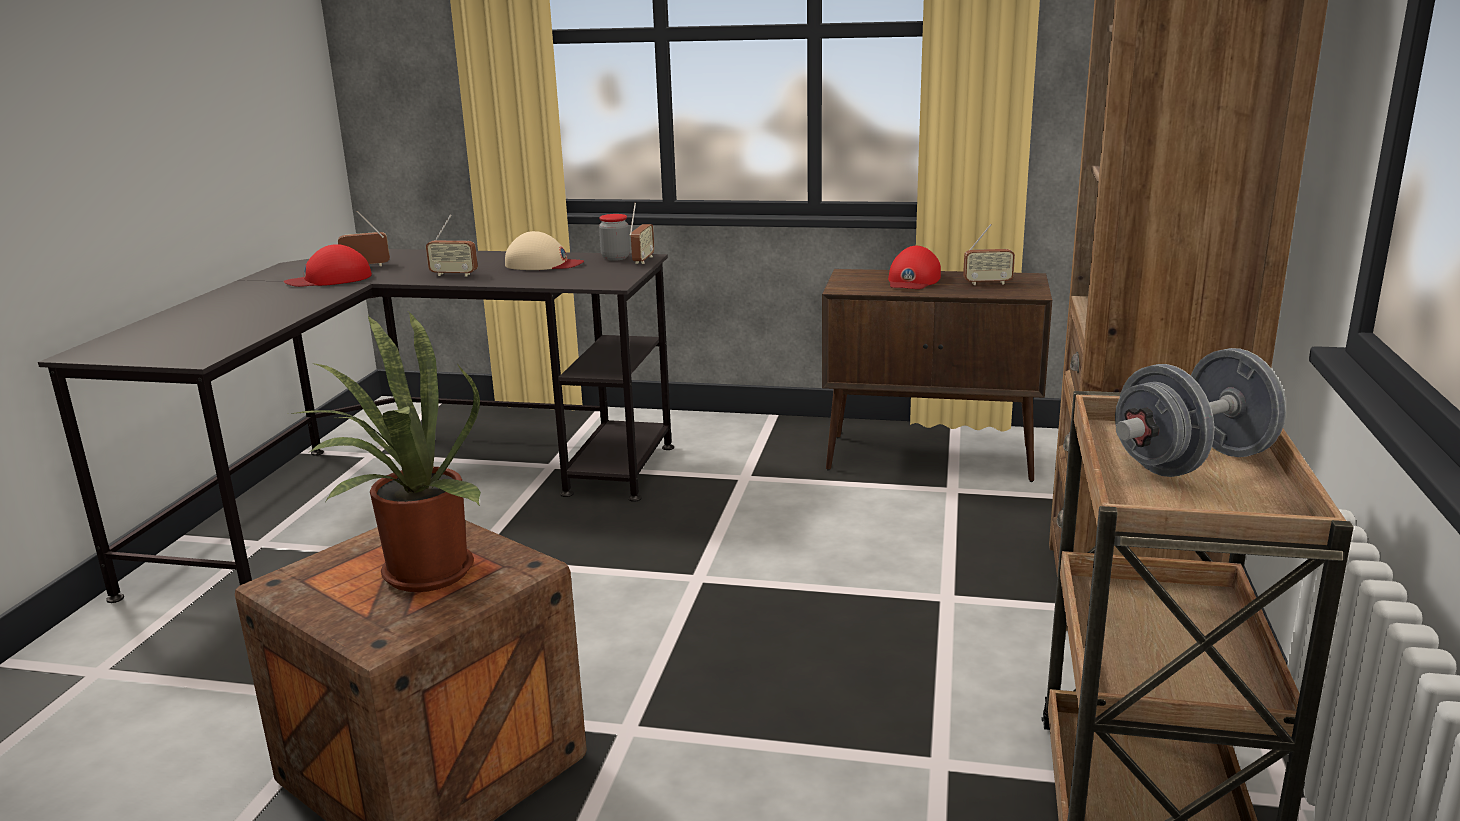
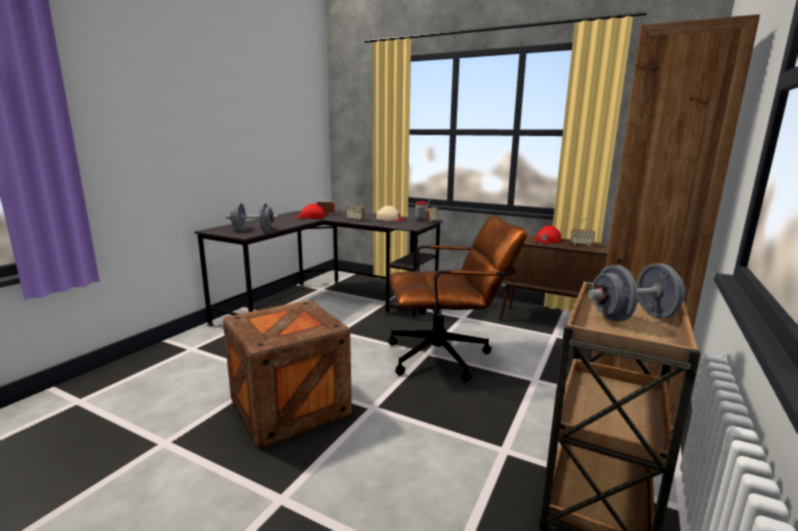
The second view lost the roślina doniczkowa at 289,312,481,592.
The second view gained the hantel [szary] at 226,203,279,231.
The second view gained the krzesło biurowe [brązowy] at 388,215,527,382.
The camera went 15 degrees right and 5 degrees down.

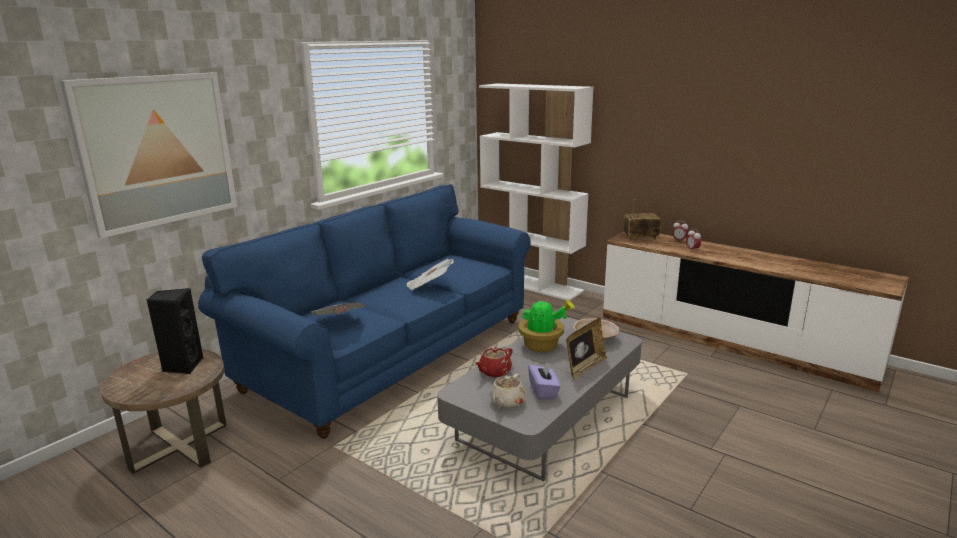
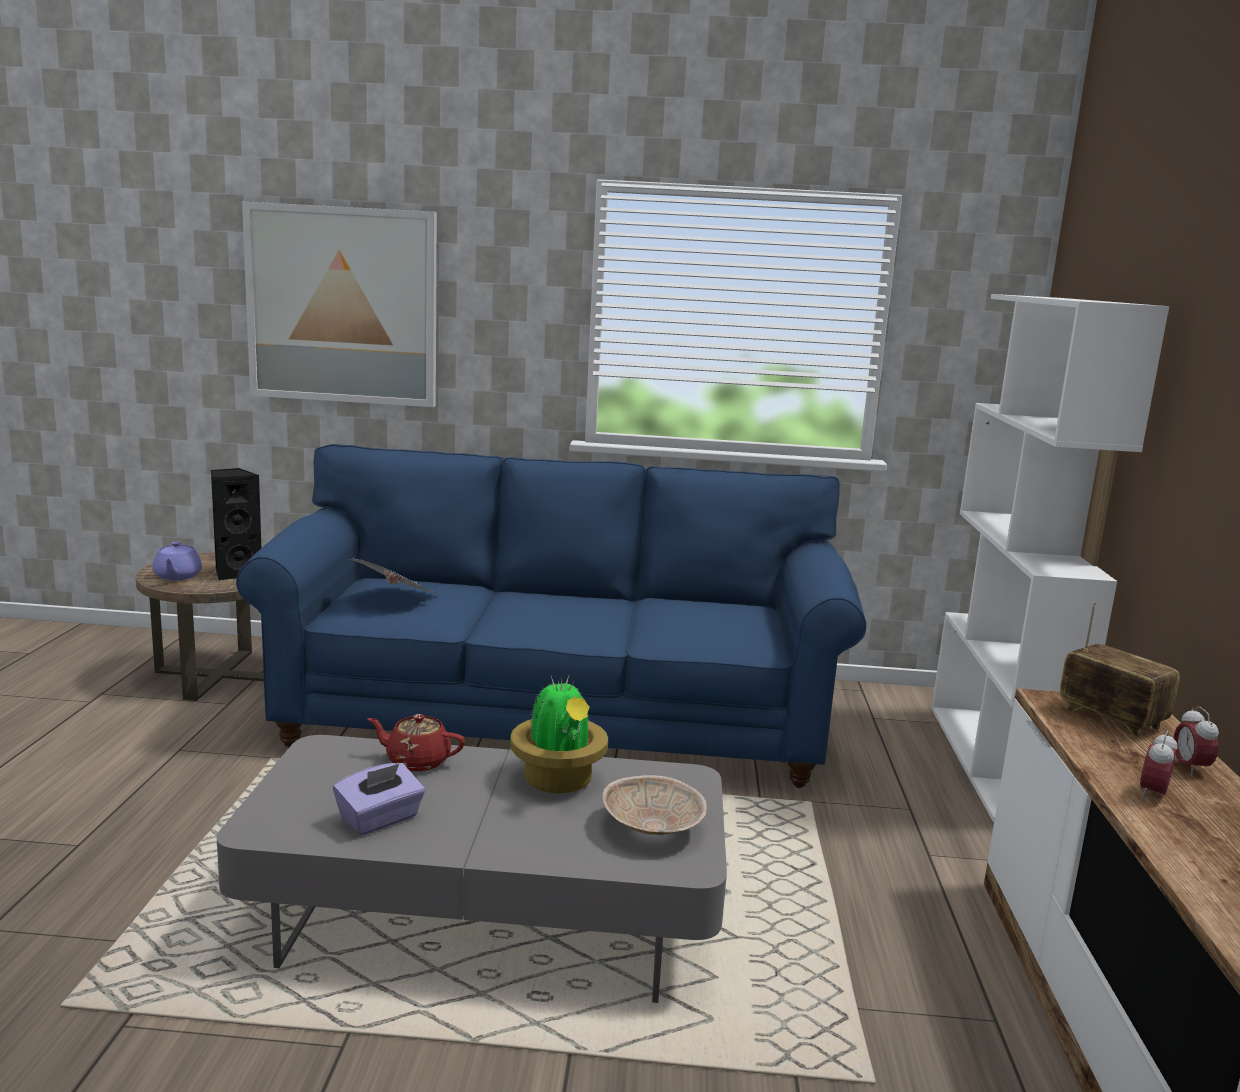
The second view lost the gazeta at 407,259,454,291.
The second view lost the imbryk [beżowy] at 490,374,526,408.
The second view lost the ramka na zdjęcie at 566,318,607,380.
The second view gained the imbryk [fioletowy] at 153,541,202,580.
The camera went 55 degrees right and 5 degrees down.

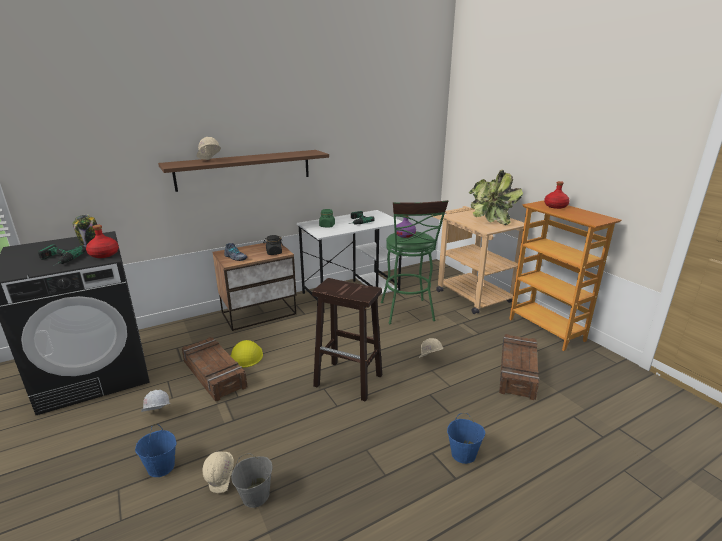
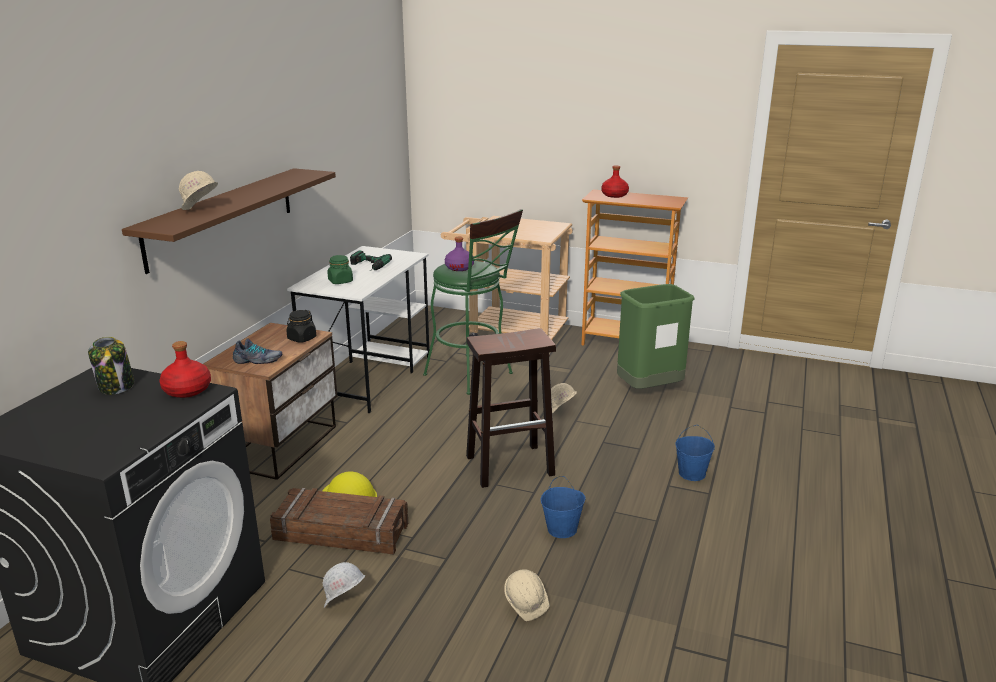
The second view lost the wiertarka at 38,245,86,266.
The second view lost the wiadro [szary] at 231,453,273,508.
The second view lost the roślina doniczkowa at 468,169,523,225.
The wiadro [niebieski] ended up elsewhere, having gone from 135,424,177,477 to 541,476,586,538.
Where the skrzynka stood at 499,334,539,400, the kosz na śmieci [zielony] came to stand at 617,284,695,389.
The camera went 40 degrees left and 0 degrees up.

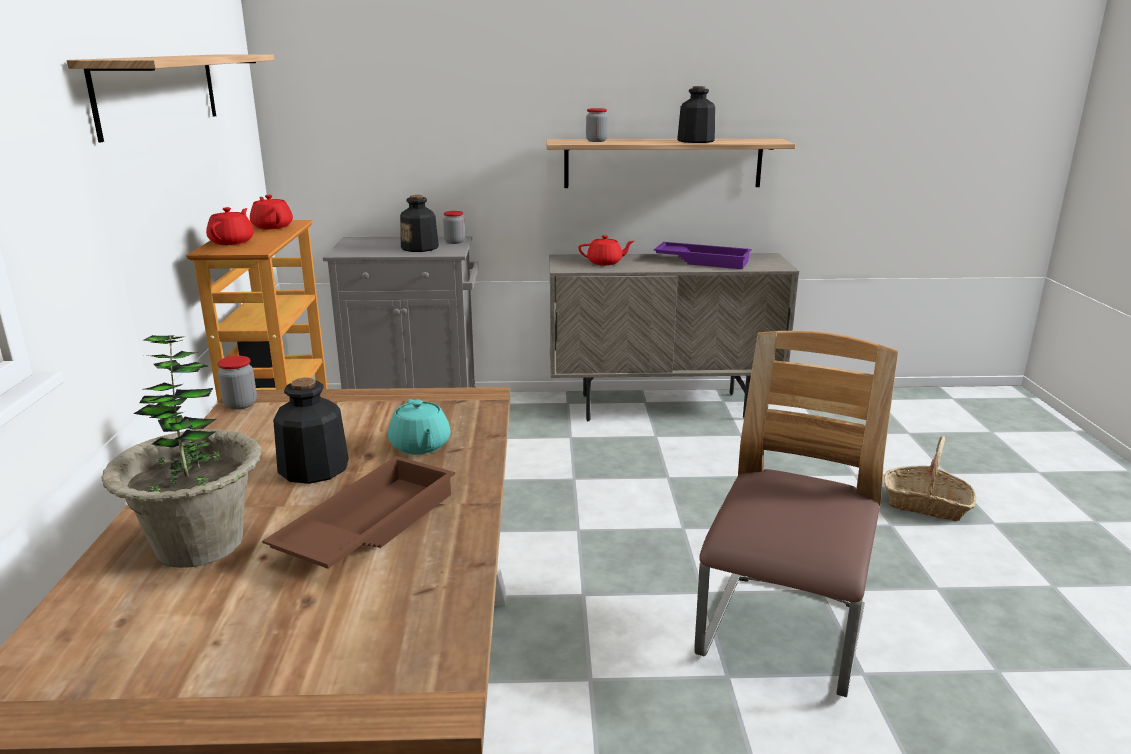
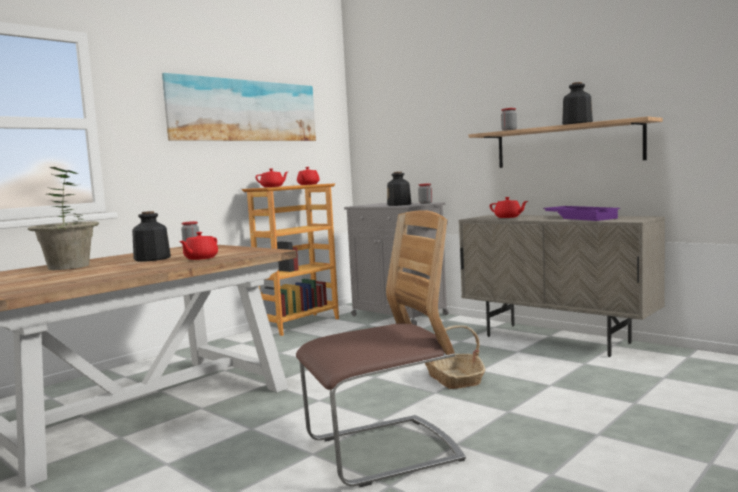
The second view lost the taca [brązowy] at 262,456,455,569.
The koszyk ended up elsewhere, having gone from 884,436,976,521 to 425,325,486,389.
Where the półka hung at 67,55,274,142, the obraz came to hang at 162,73,316,141.
What was the imbryk [turkusowy] at 388,399,451,455 turned into the imbryk [czerwony] at 179,232,218,260.
The camera went 45 degrees right and 15 degrees down.

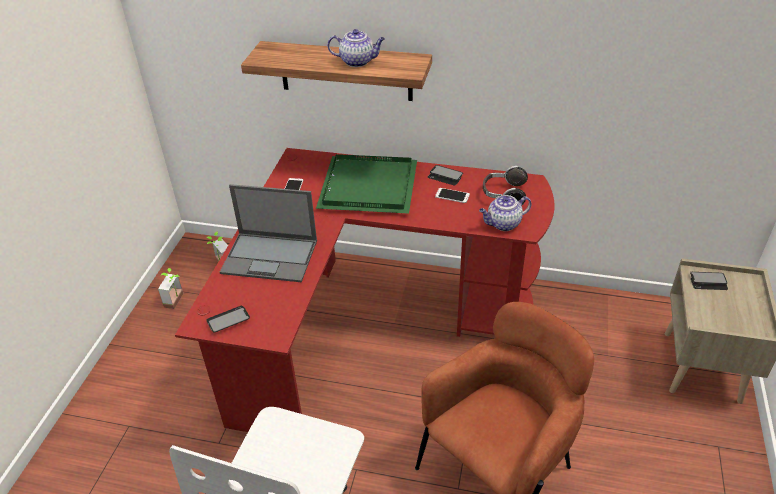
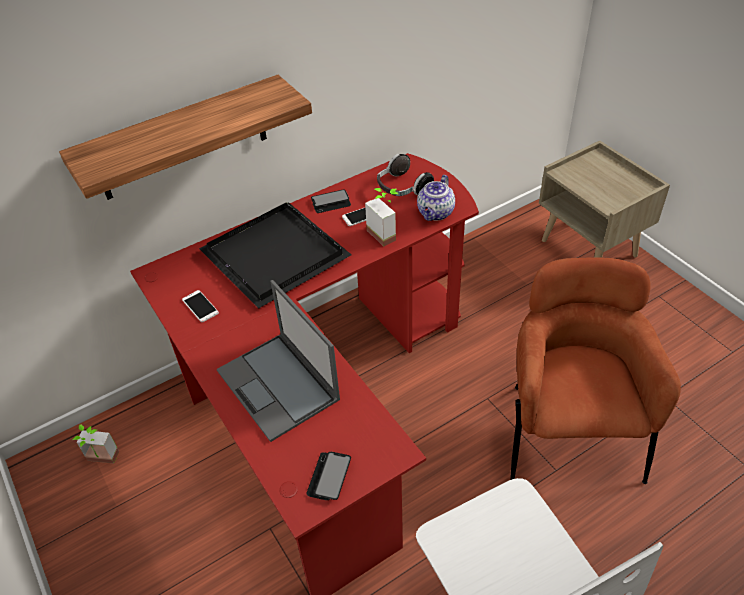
The second view lost the imbryk at 327,29,385,67.
The second view lost the telefon at 690,272,728,290.
The roślina doniczkowa ended up elsewhere, having gone from 158,268,183,309 to 365,188,398,246.
What was the taca [zielony] at 316,154,417,214 turned into the taca [czarny] at 199,202,352,309.
The laptop at 220,184,317,282 ended up facing another way, 90 degrees clockwise from before.
The camera went 45 degrees left and 5 degrees up.

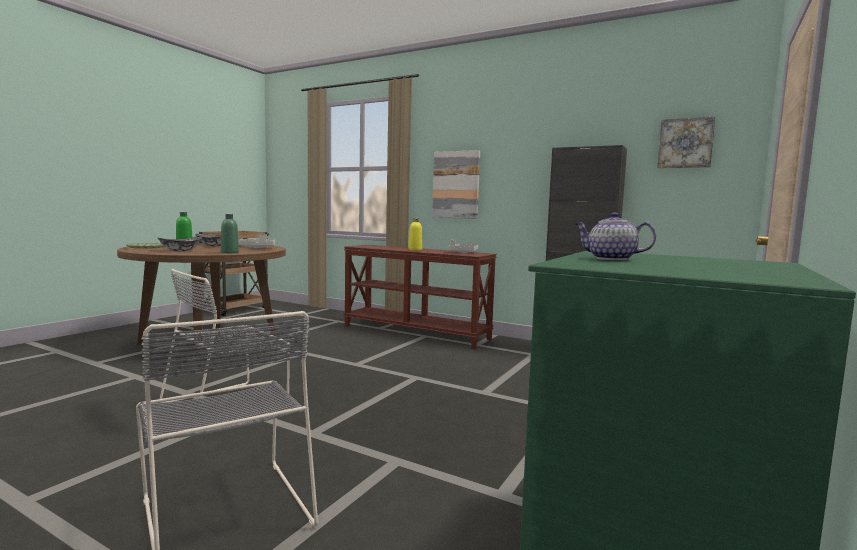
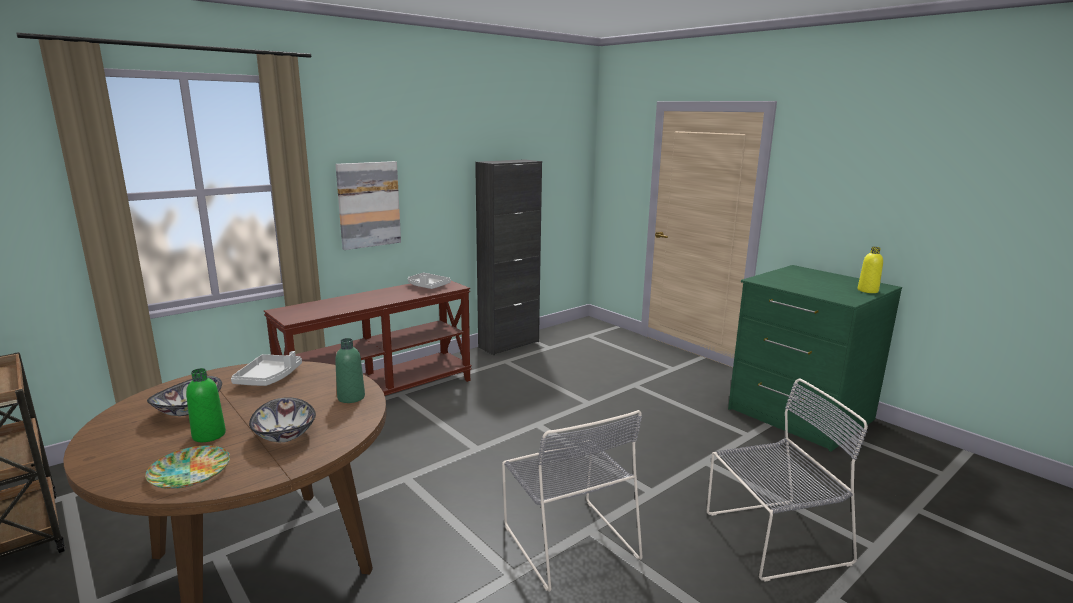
The second view lost the imbryk at 574,212,656,260.
The second view lost the obraz at 657,117,715,168.
The butelka [żółty] ended up elsewhere, having gone from 408,218,422,250 to 858,247,883,293.
The camera went 70 degrees left and 10 degrees up.

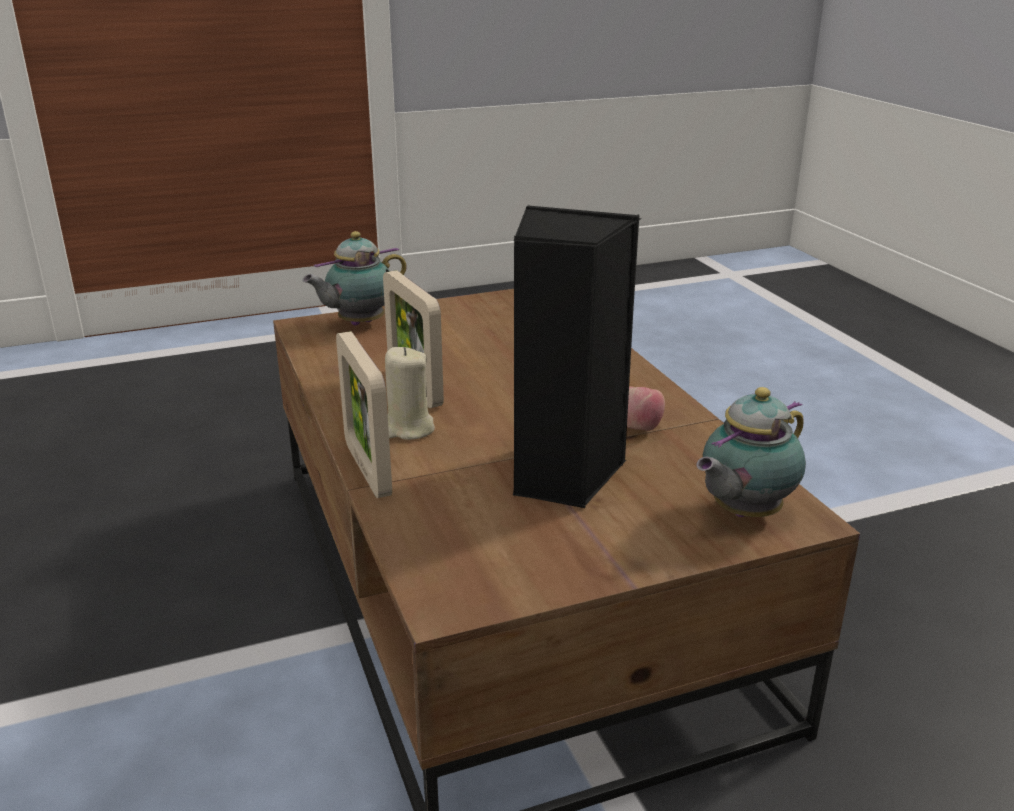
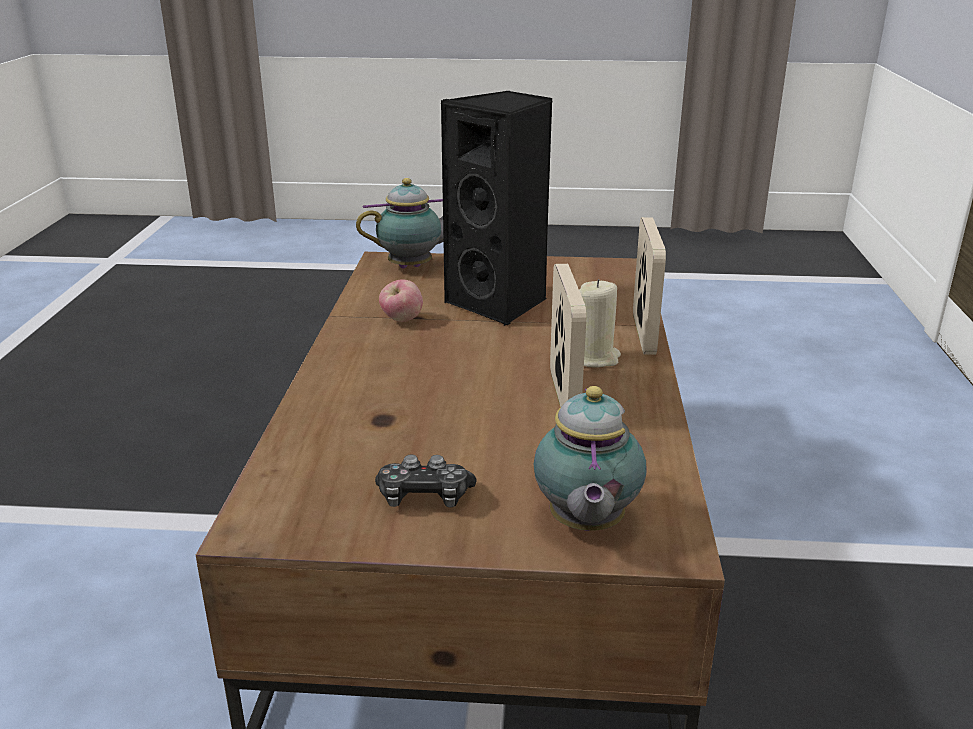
The second view gained the pad do gier at 375,454,477,508.
The imbryk at 302,231,407,326 ended up facing another way, 105 degrees clockwise from before.
The camera went 155 degrees left and 0 degrees up.

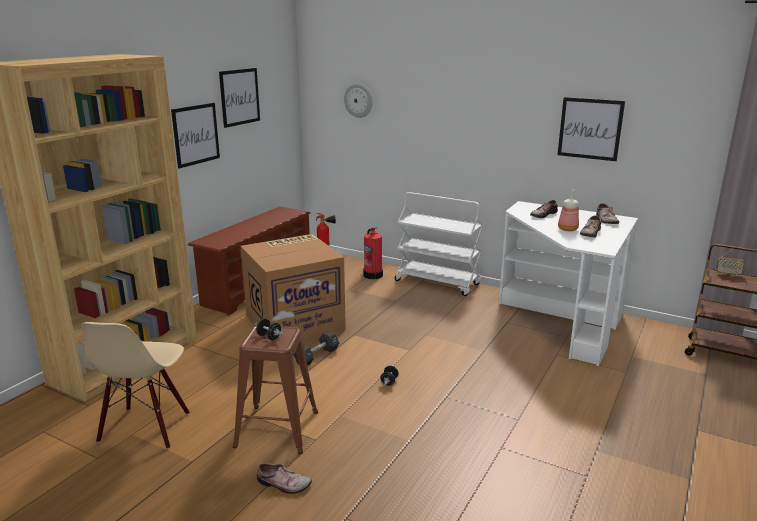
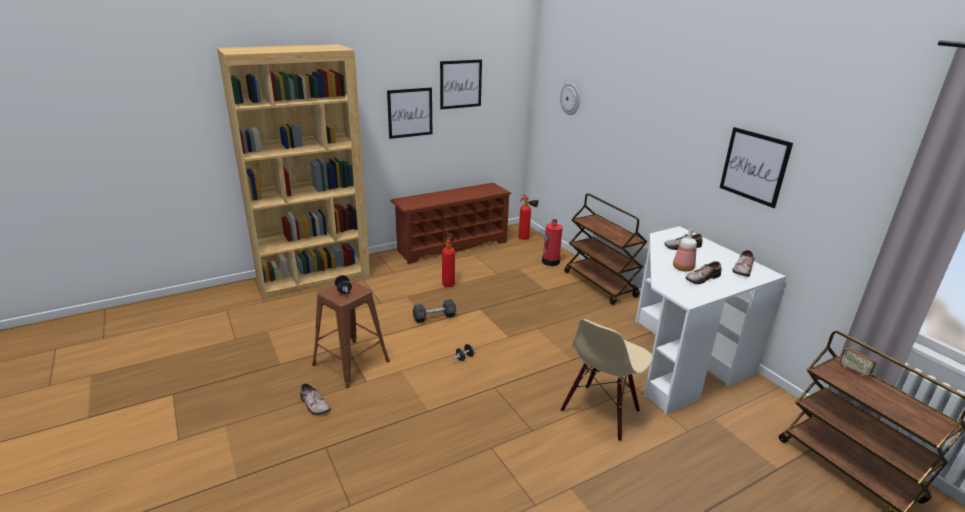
The krzesło [beżowy] ended up elsewhere, having gone from 81,322,190,449 to 560,319,653,442.
Where the karton stood at 240,234,346,340, the gaśnica came to stand at 442,234,455,287.
What was the wózek [biały] at 395,192,483,296 turned into the wózek [brązowy] at 564,193,647,305.
The camera went 30 degrees right and 5 degrees up.

